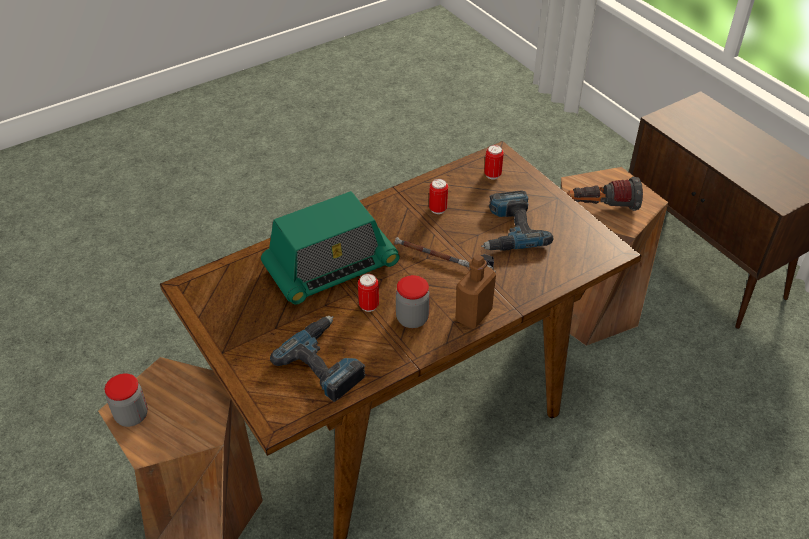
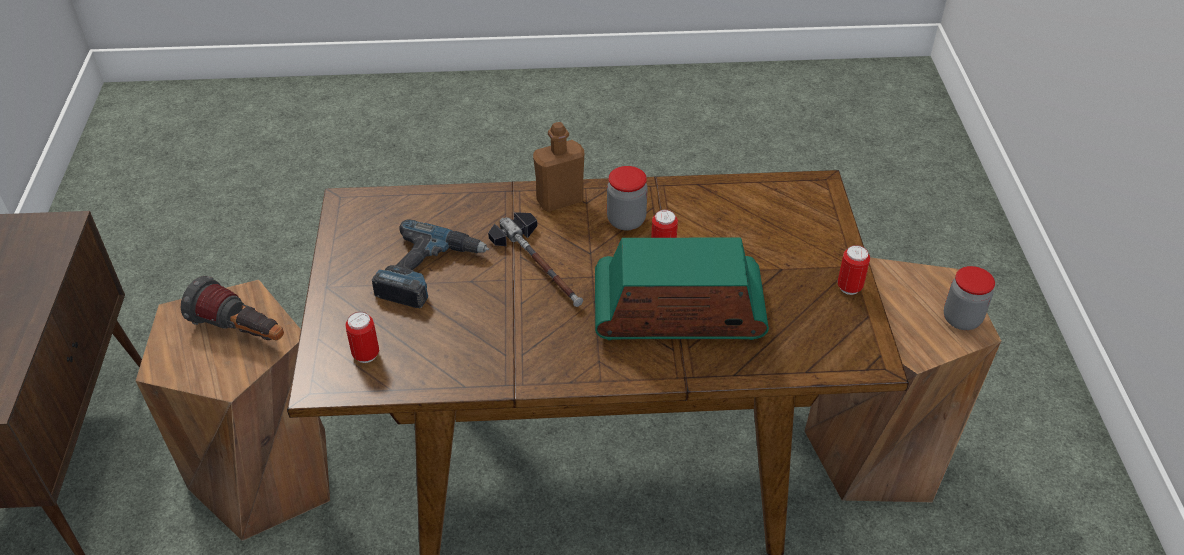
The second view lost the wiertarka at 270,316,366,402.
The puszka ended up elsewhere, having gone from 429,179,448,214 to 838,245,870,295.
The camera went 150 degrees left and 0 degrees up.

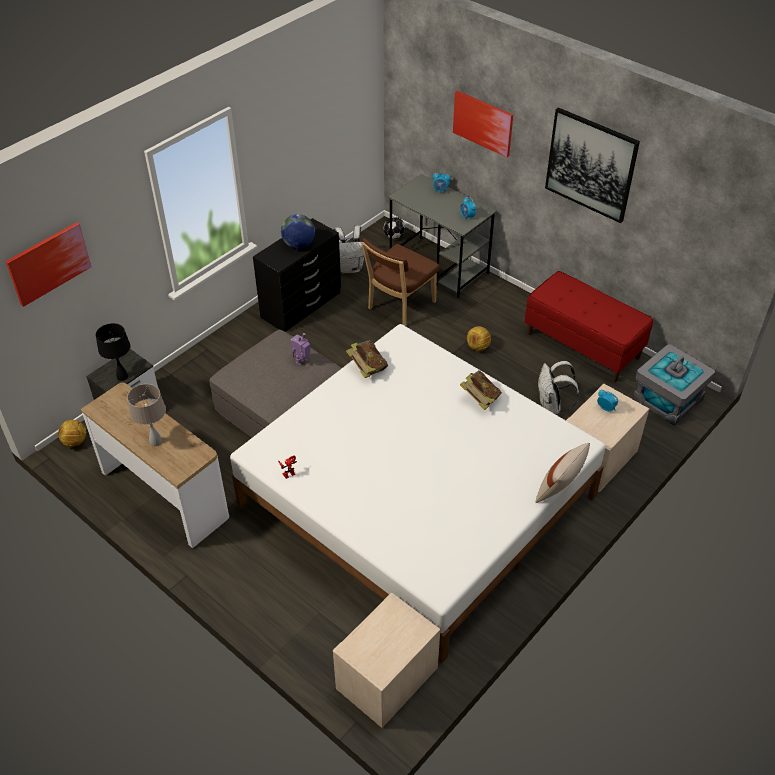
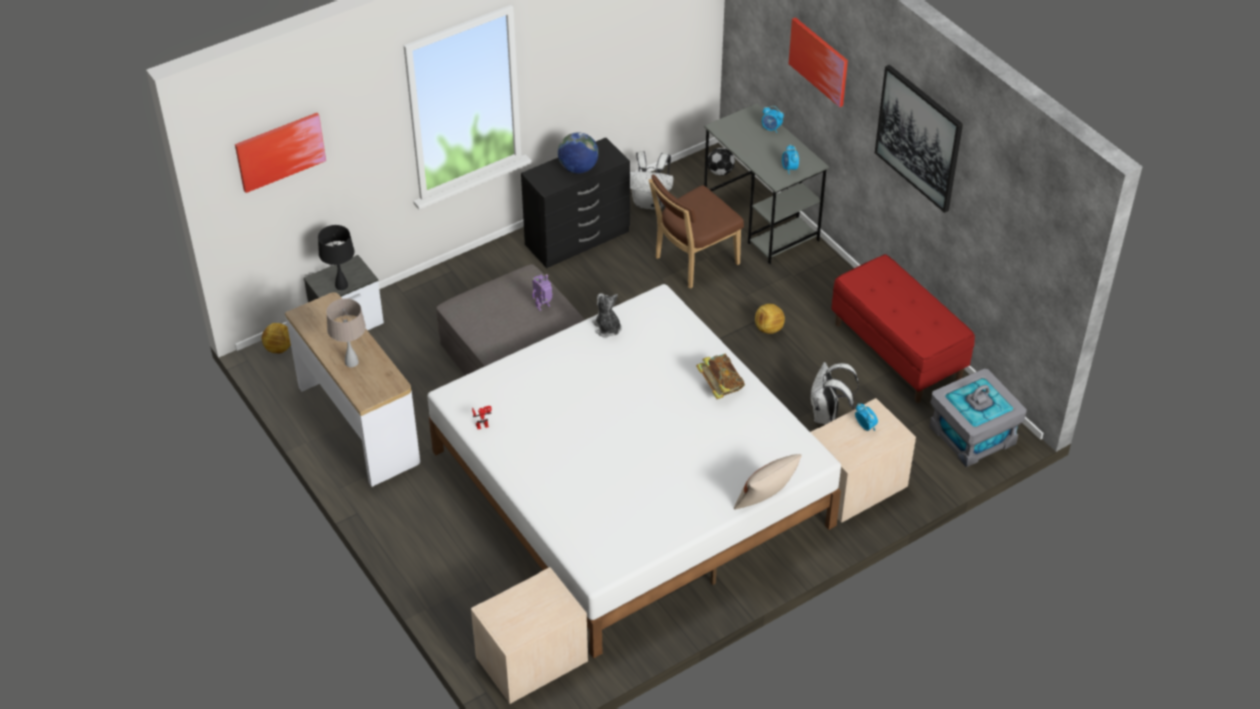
Where the książka stood at 346,340,388,378, the pluszak came to stand at 592,293,622,337.
The camera went 15 degrees right and 0 degrees up.

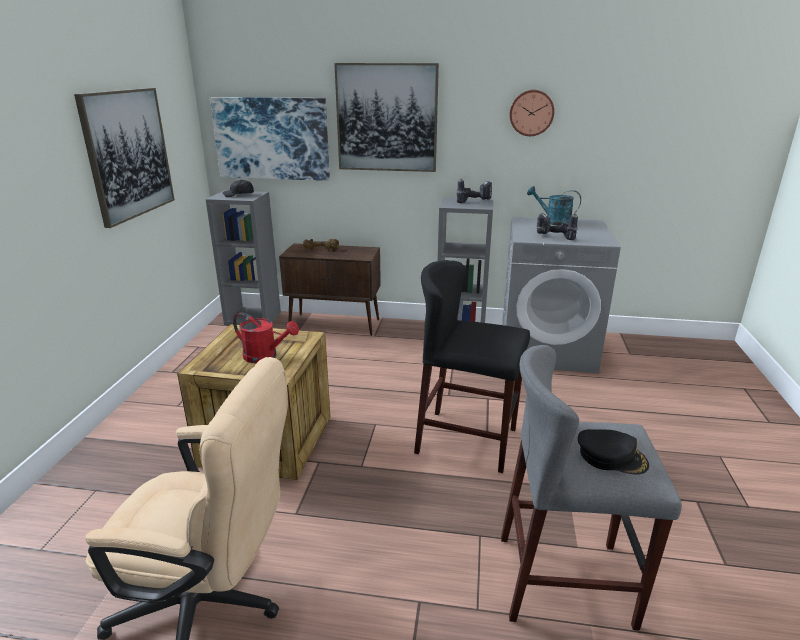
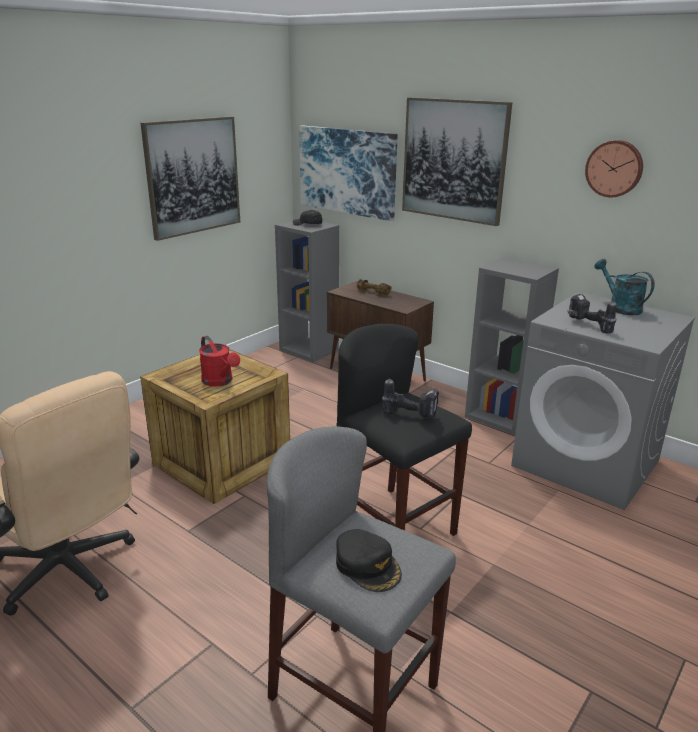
The wiertarka ended up elsewhere, having gone from 456,179,492,203 to 382,378,439,419.
The camera went 30 degrees right and 0 degrees up.

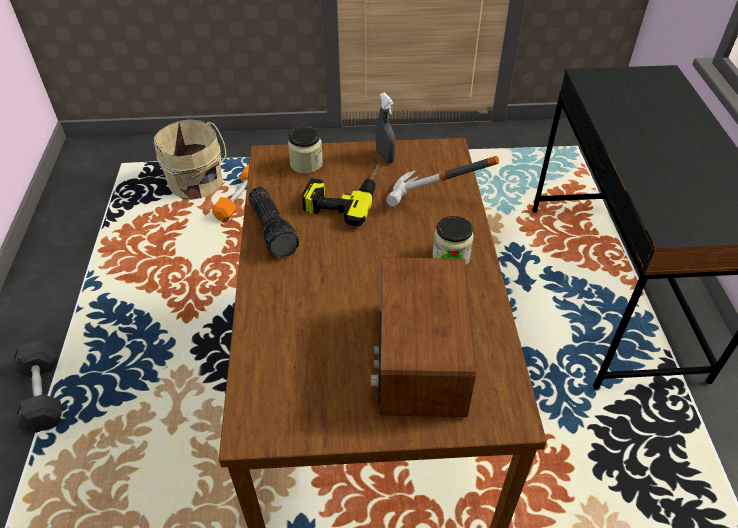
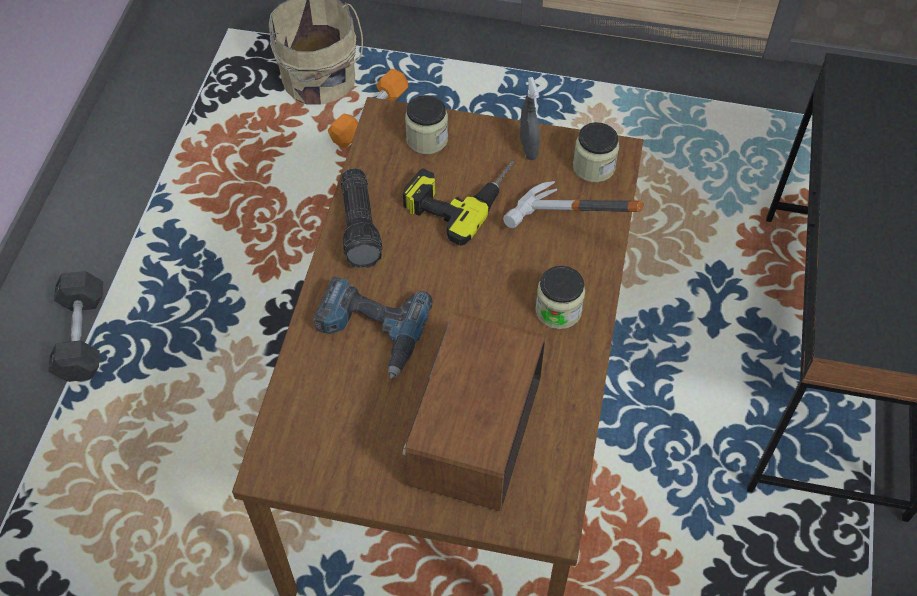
The second view gained the wiertarka at 313,276,432,379.
The second view gained the słoik at 573,122,619,182.
The camera went 15 degrees right and 10 degrees up.

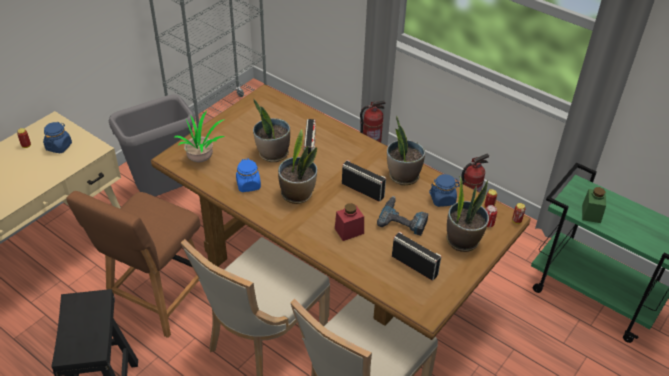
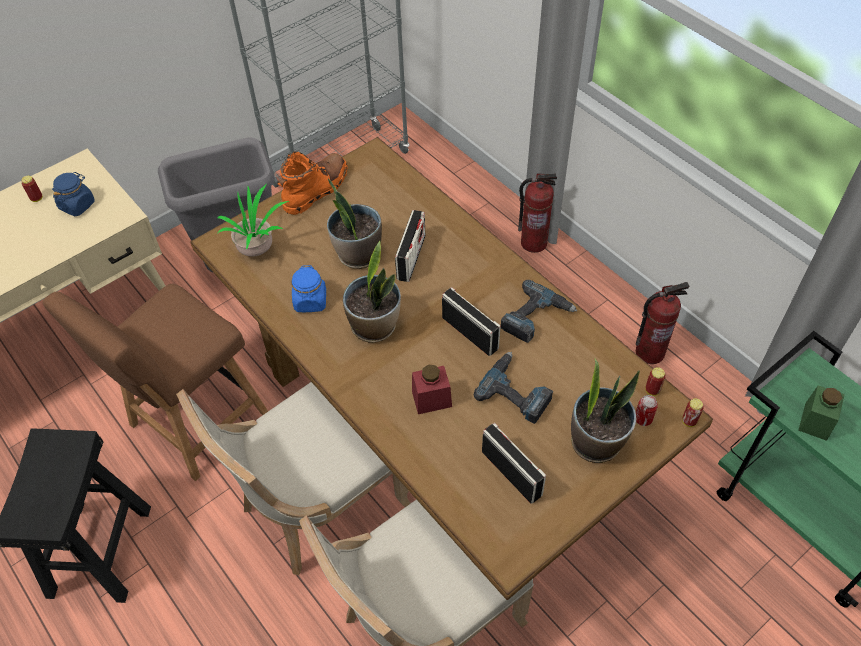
The second view lost the słoik [niebieski] at 429,174,460,207.
The second view gained the but z cholewką [pomarańczowy] at 277,151,348,215.
Where the roślina doniczkowa stood at 387,116,425,185, the wiertarka came to stand at 501,280,577,343.
The camera went 15 degrees right and 10 degrees up.

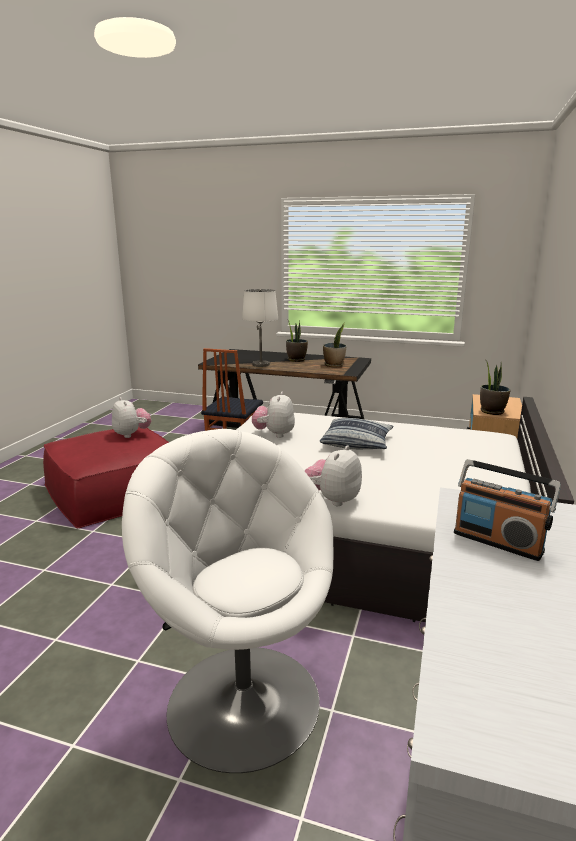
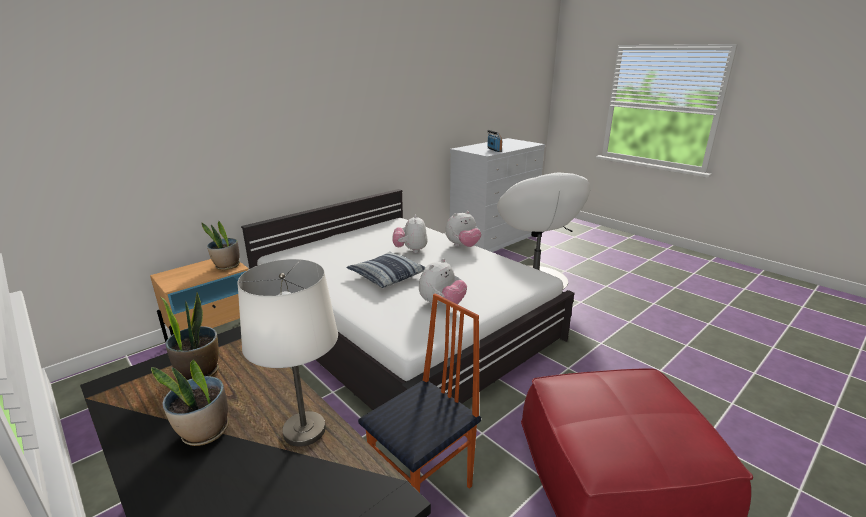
The pluszak ended up elsewhere, having gone from 112,397,151,438 to 392,215,428,253.
The camera went 150 degrees left and 5 degrees up.

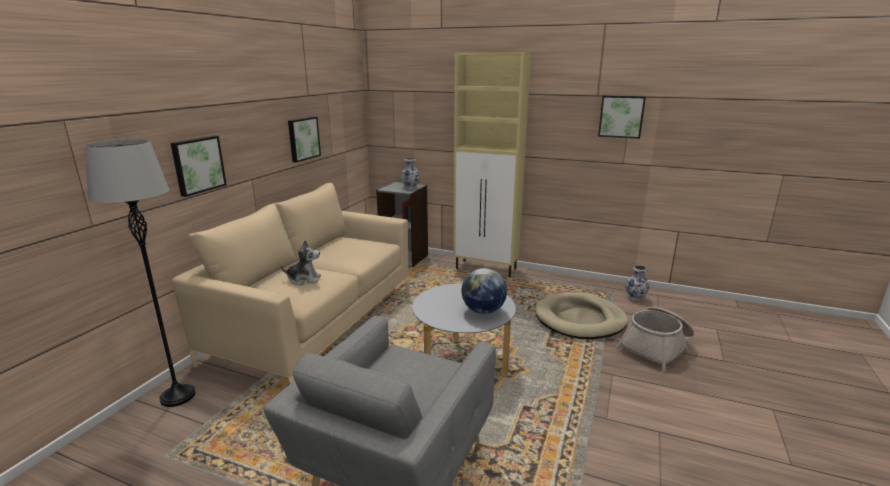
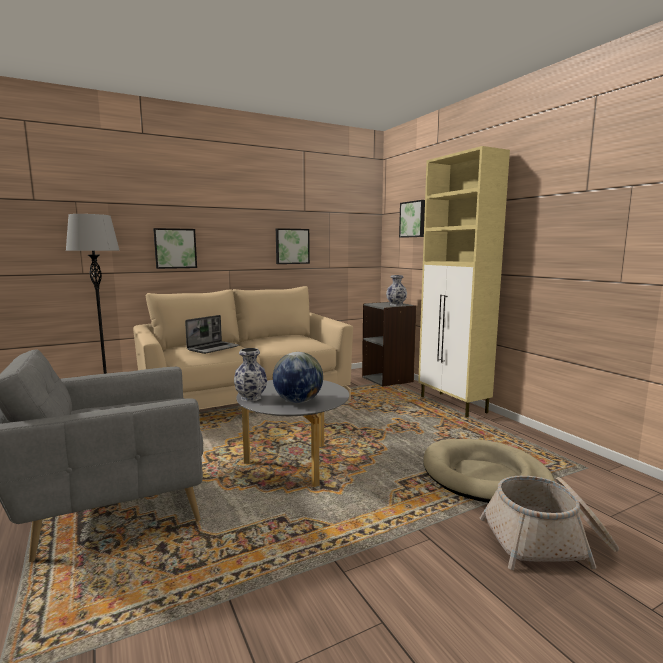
The obraz ended up elsewhere, having gone from 598,95,646,139 to 399,200,425,238.
The wazon ended up elsewhere, having gone from 625,265,650,301 to 234,348,267,402.
Where the pluszak stood at 281,240,321,285, the laptop came to stand at 185,315,239,354.
The camera went 40 degrees right and 10 degrees down.

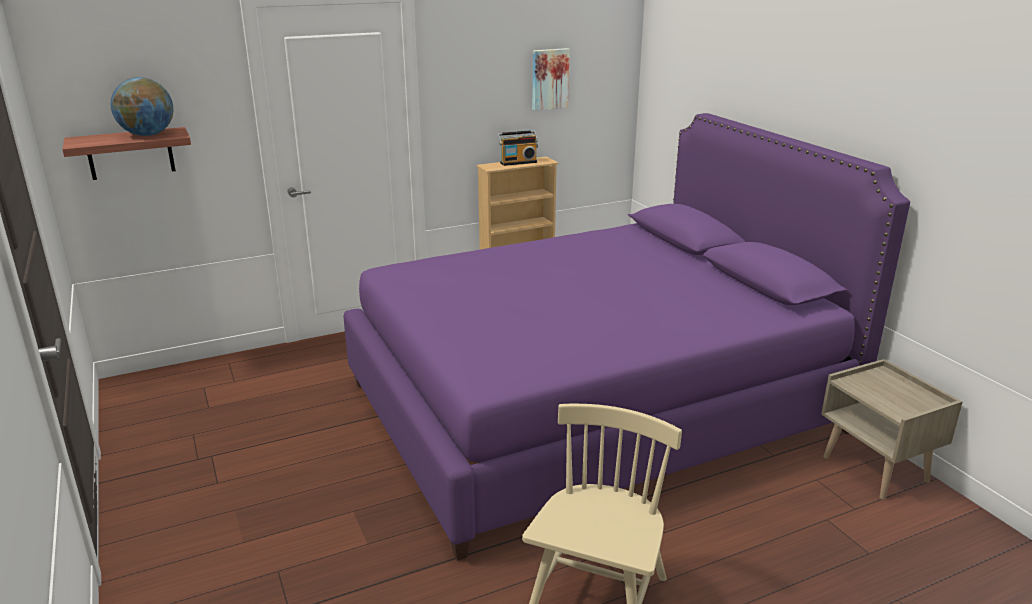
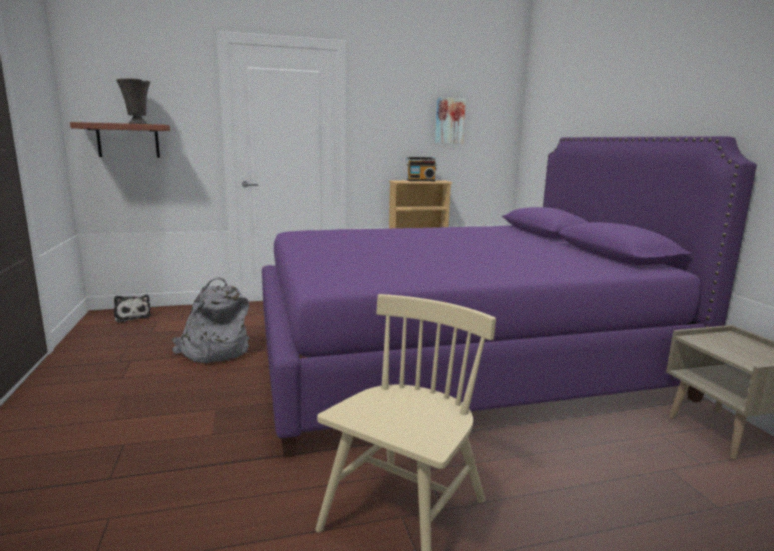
The second view gained the pluszak at 114,295,151,323.
The second view gained the plecak [szary] at 172,277,249,363.
Where the globus stood at 110,77,173,136, the wazon [szary] came to stand at 116,78,150,124.
The camera went 10 degrees right and 10 degrees down.

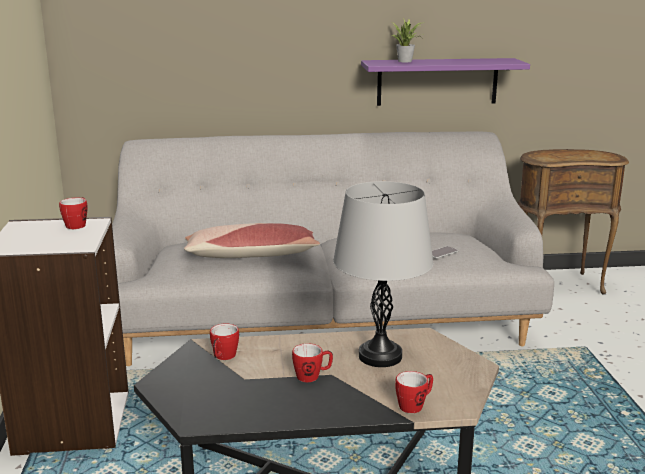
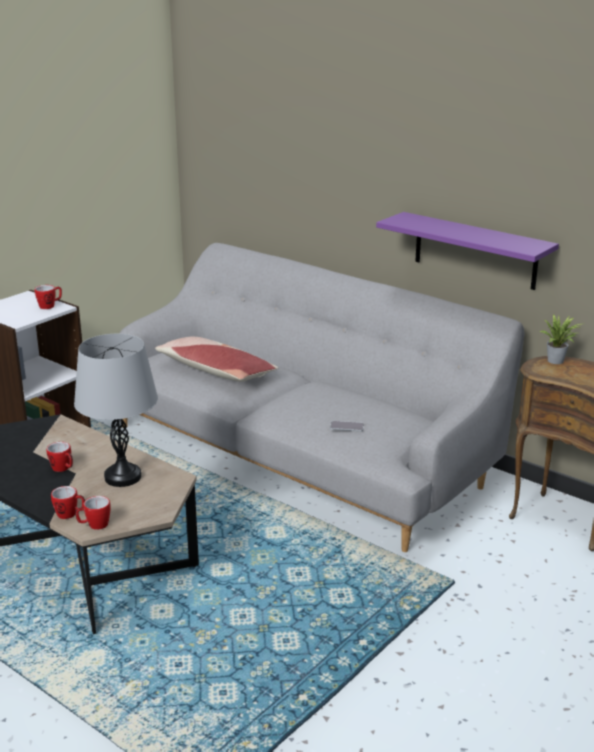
The kubek ended up elsewhere, having gone from 210,323,239,360 to 75,496,111,530.
The roślina doniczkowa ended up elsewhere, having gone from 392,18,422,62 to 540,314,581,364.
The camera went 45 degrees right and 5 degrees up.

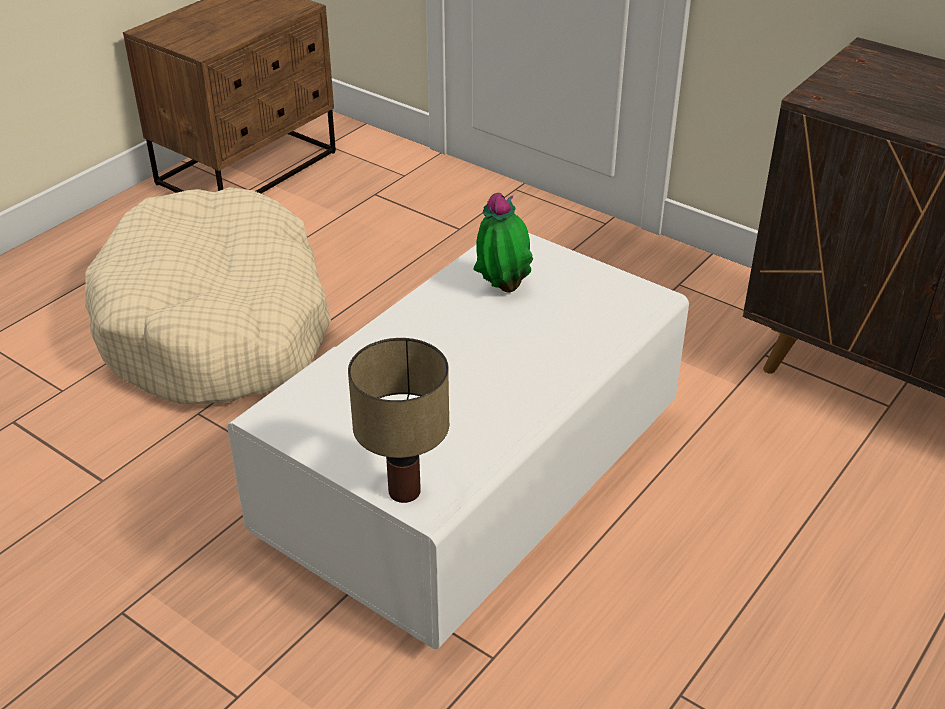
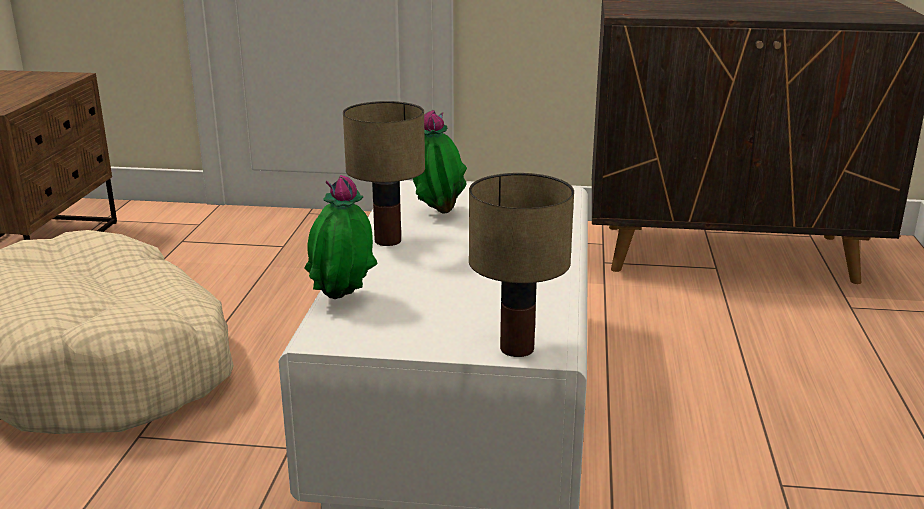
The second view gained the roślina doniczkowa at 304,175,378,299.
The second view gained the lampa stołowa at 343,101,425,246.
The camera went 30 degrees left and 15 degrees down.

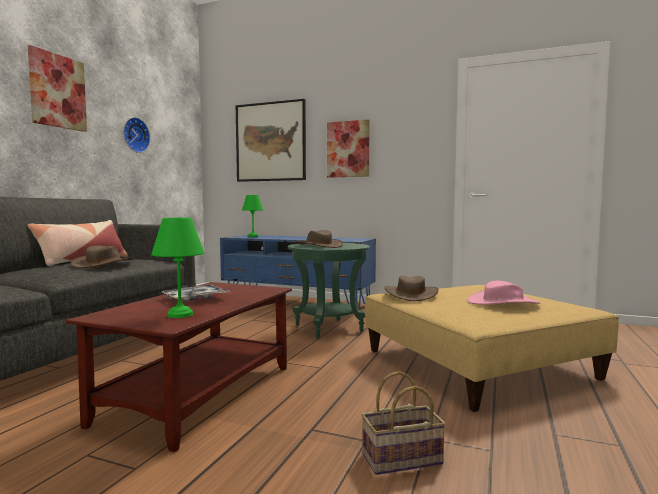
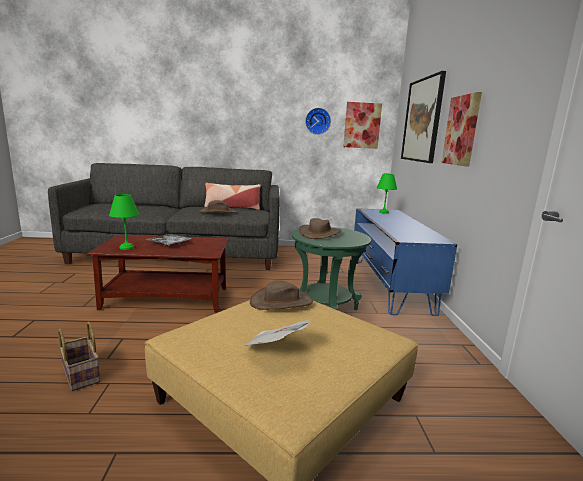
The obraz ended up elsewhere, having gone from 28,45,87,132 to 343,102,382,149.
Where the kapelusz [różowy] stood at 468,281,540,305, the gazeta came to stand at 243,319,312,346.
The camera went 65 degrees right and 10 degrees up.

